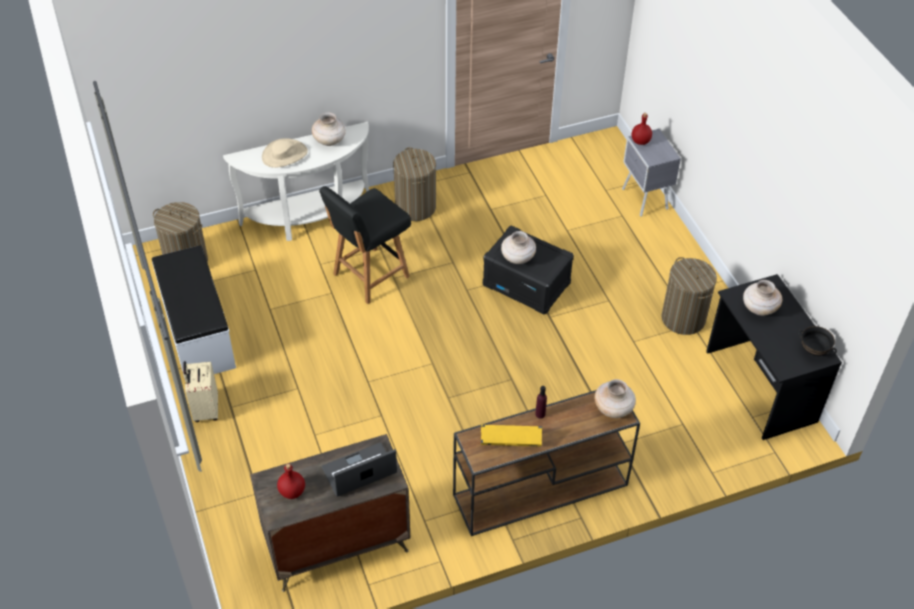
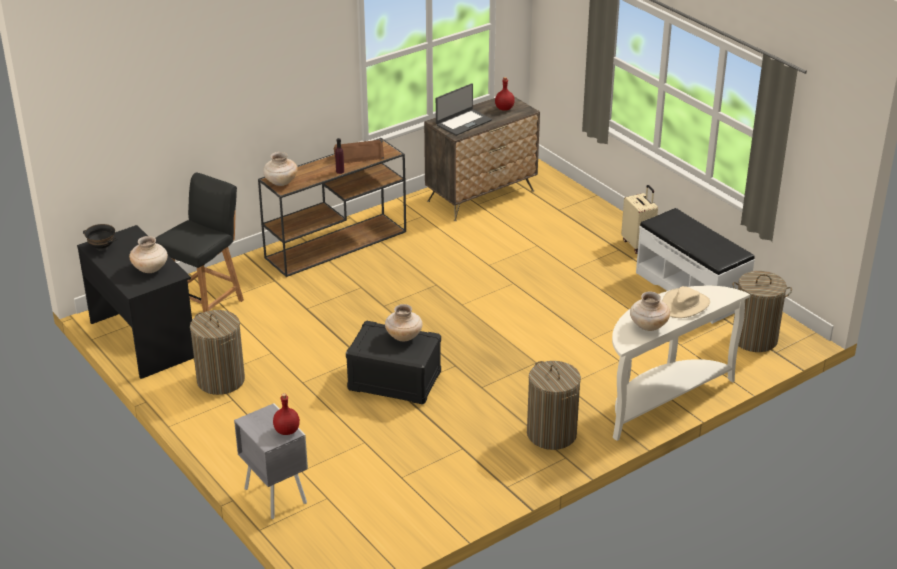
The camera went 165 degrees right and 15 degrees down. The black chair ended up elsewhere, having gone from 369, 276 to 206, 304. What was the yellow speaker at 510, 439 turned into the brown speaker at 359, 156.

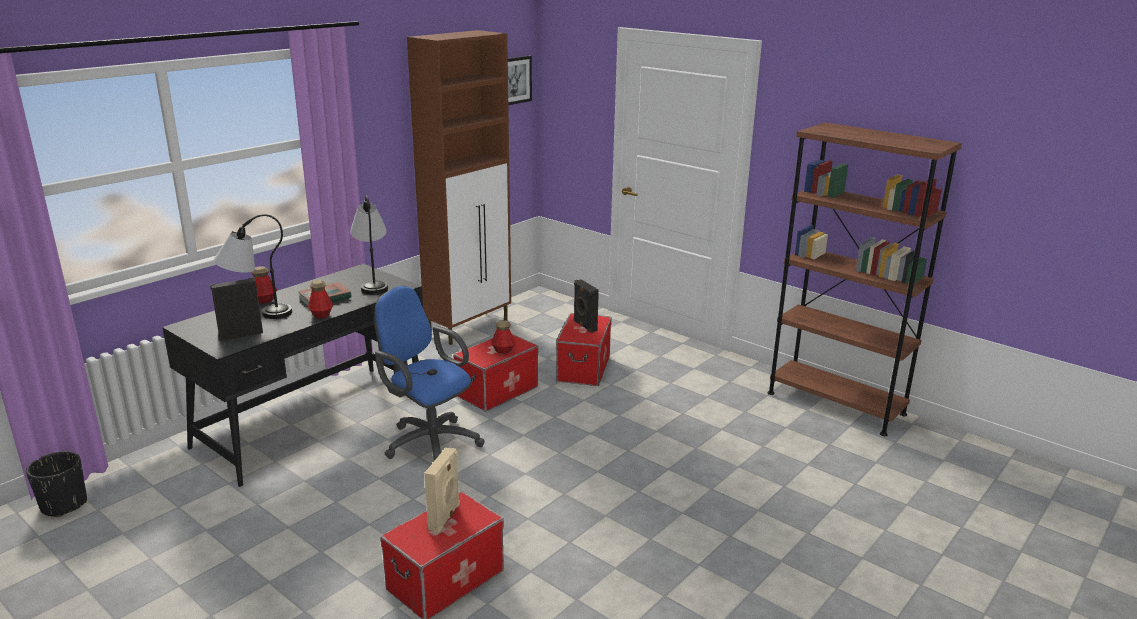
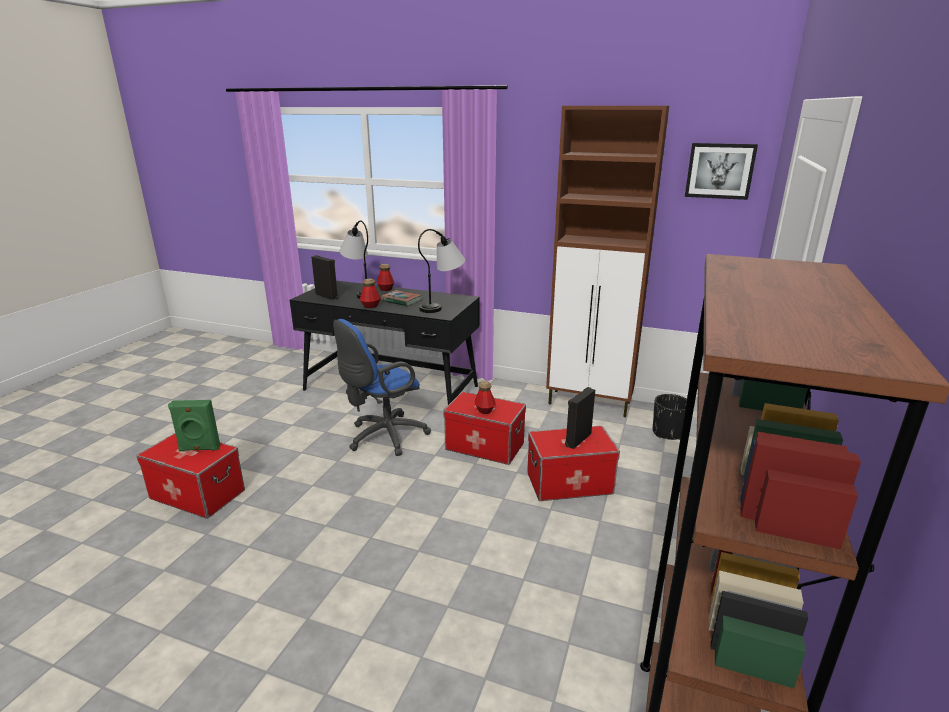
The camera went 70 degrees right and 0 degrees up. What was the beige speaker at 445, 517 turned into the green speaker at 199, 449. The blue office chair at 429, 442 ended up facing another way, 150 degrees counterclockwise from before. The black planter ended up elsewhere, having gone from 64, 505 to 668, 433.

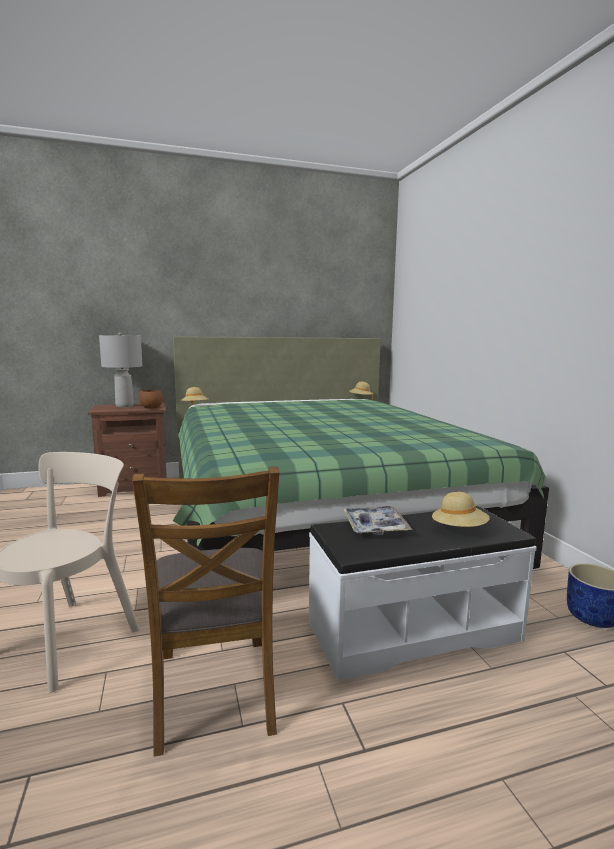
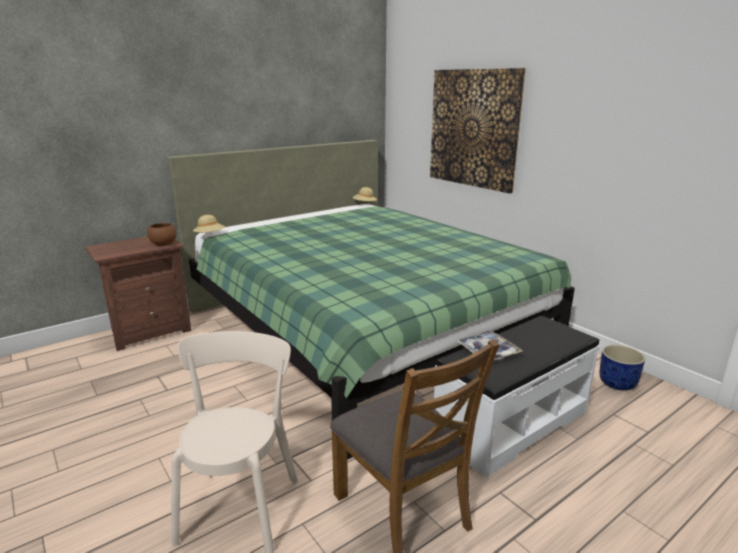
The camera went 20 degrees left and 10 degrees up. The second view gained the picture at 473, 128. The second view lost the grey table lamp at 125, 405. The second view lost the beige hat at 459, 529.

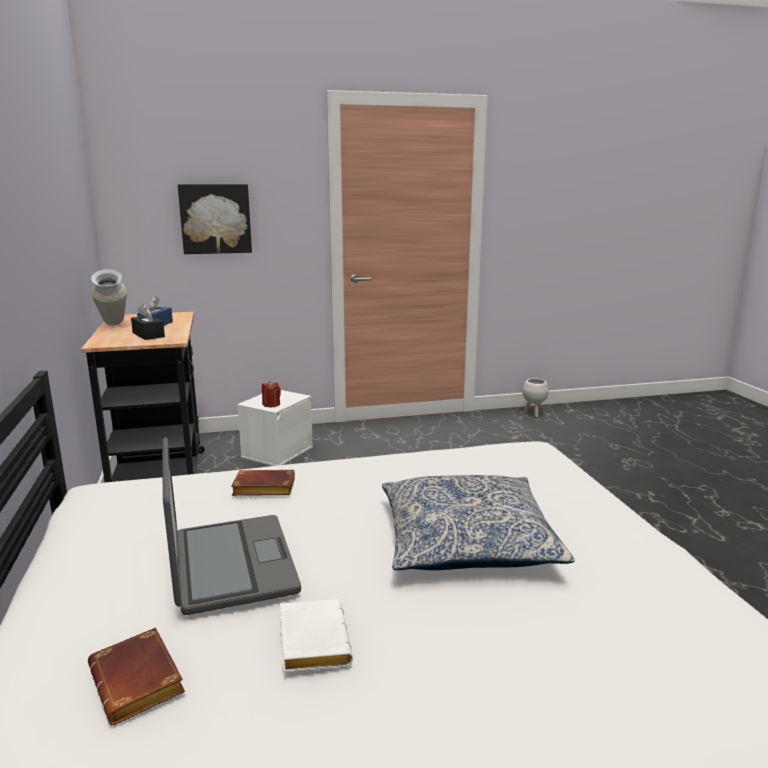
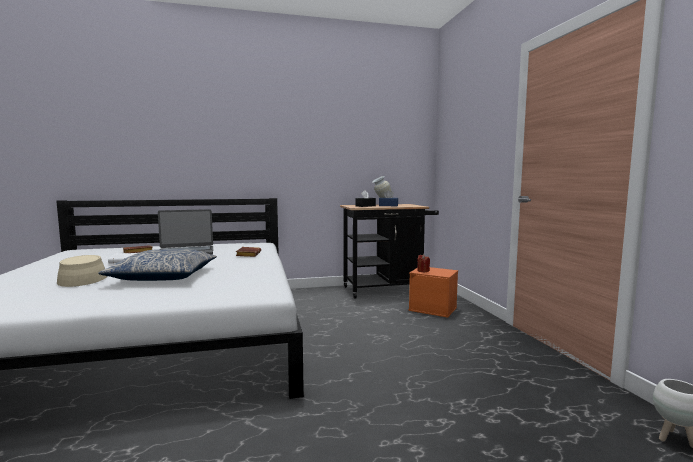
The camera went 90 degrees right and 10 degrees down. The second view gained the beige hat at 84, 278. What was the white storage box at 277, 451 turned into the orange storage box at 433, 309. The second view lost the picture at 215, 219.

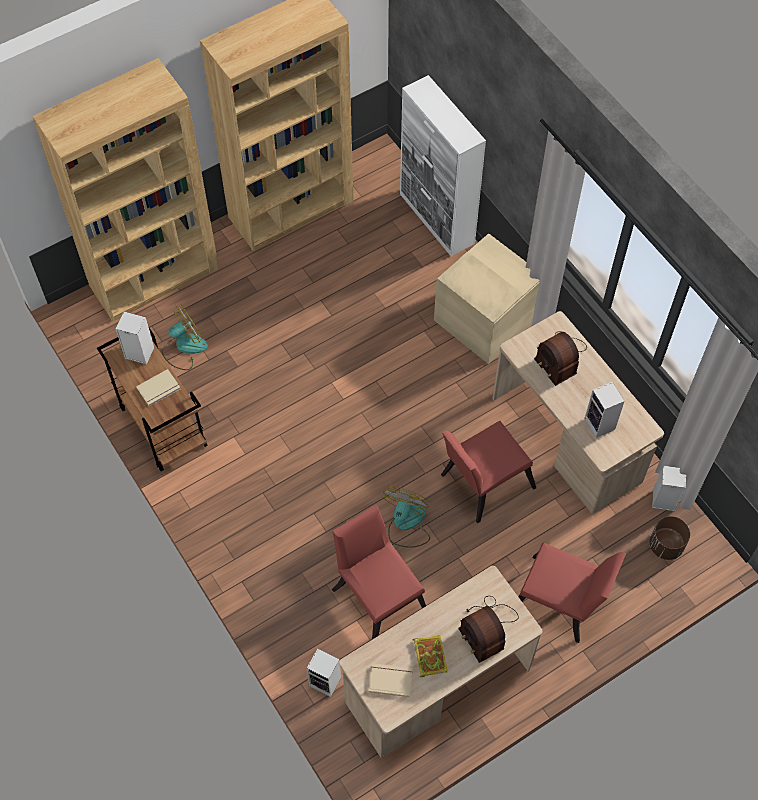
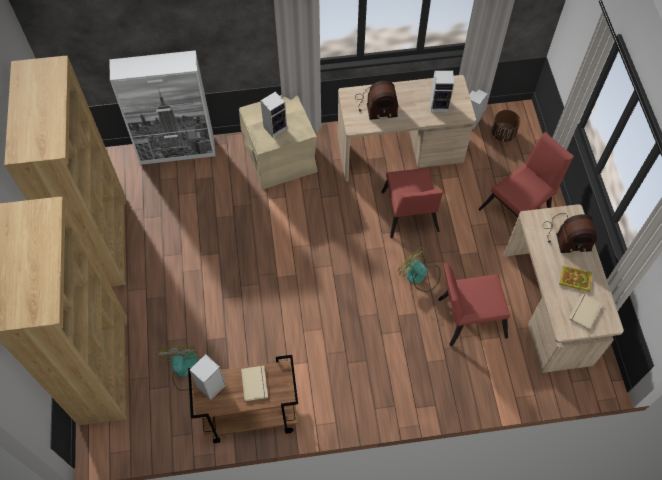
The camera went 65 degrees left and 0 degrees up. The speaker ended up elsewhere, having gone from 326, 682 to 275, 127.

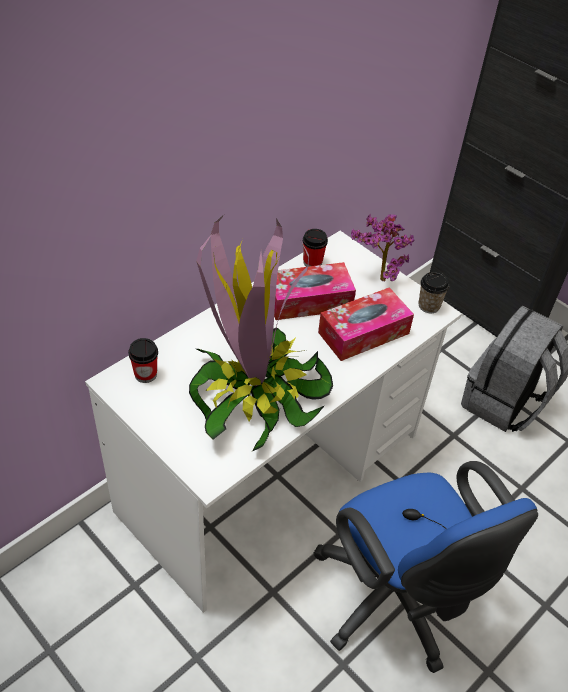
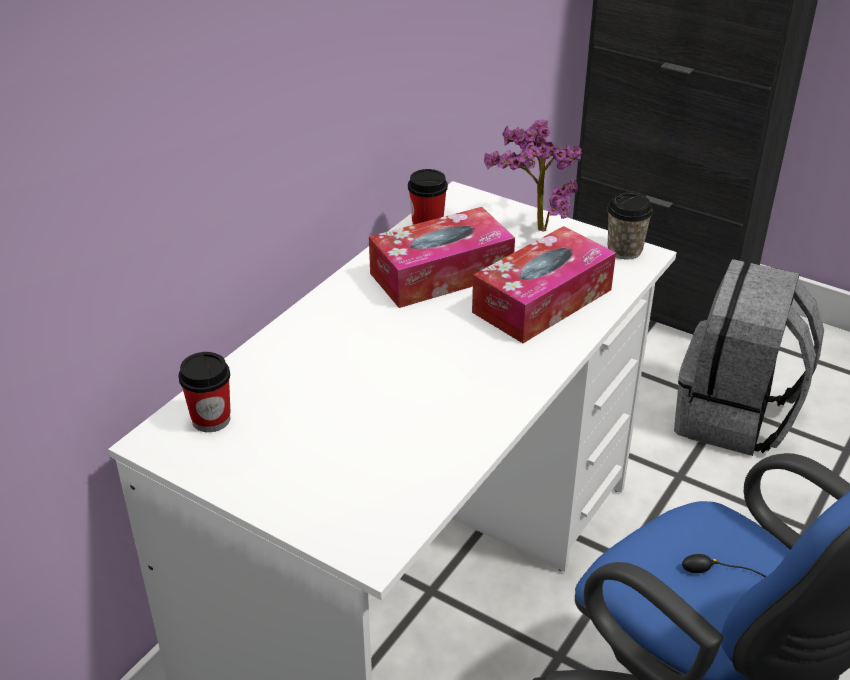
The camera went 10 degrees left and 10 degrees down. The second view lost the potted plant at 255, 392.

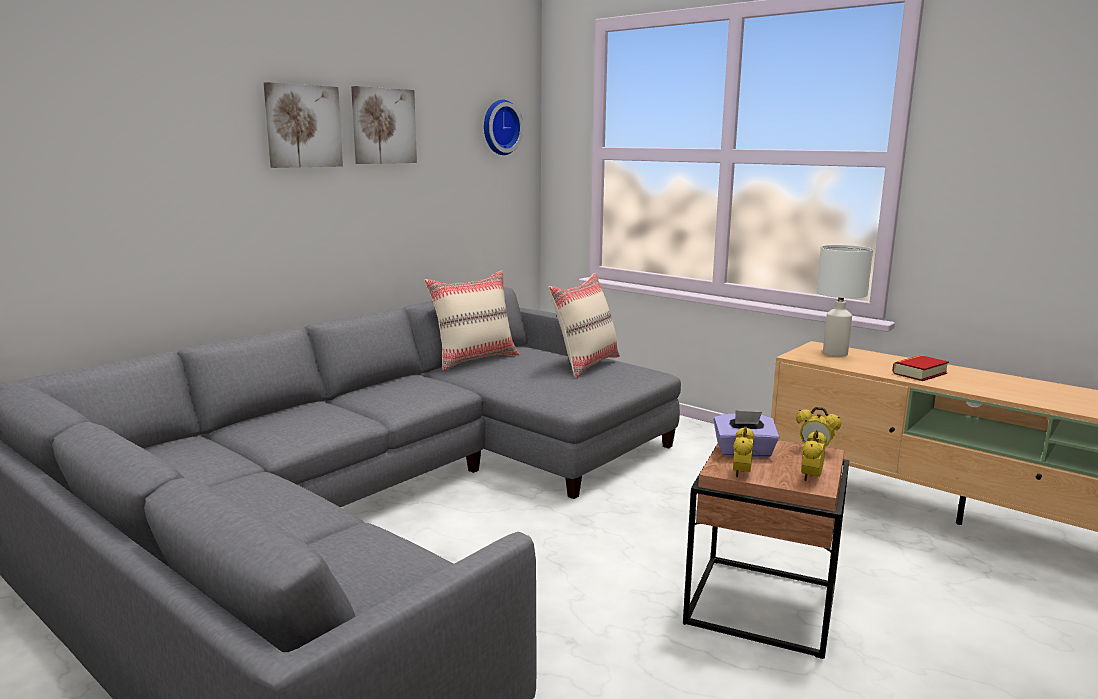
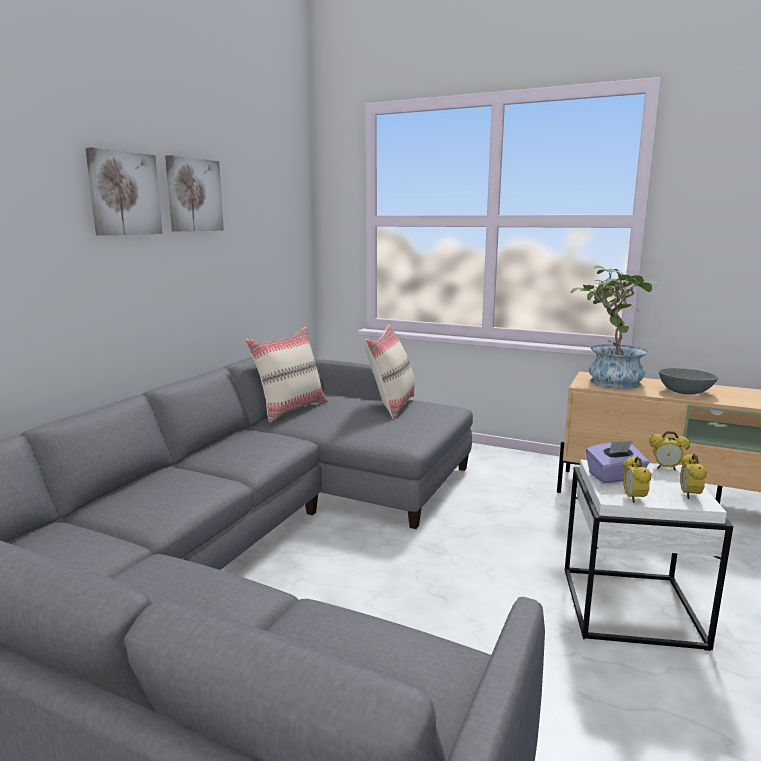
The camera went 15 degrees left and 0 degrees up. What was the brown side table at 763, 606 turned into the white side table at 632, 608. Where the white table lamp stood at 835, 353, the potted plant came to stand at 608, 380. Where the book stood at 919, 373, the grey bowl came to stand at 685, 392. The second view lost the wall clock at 499, 127.

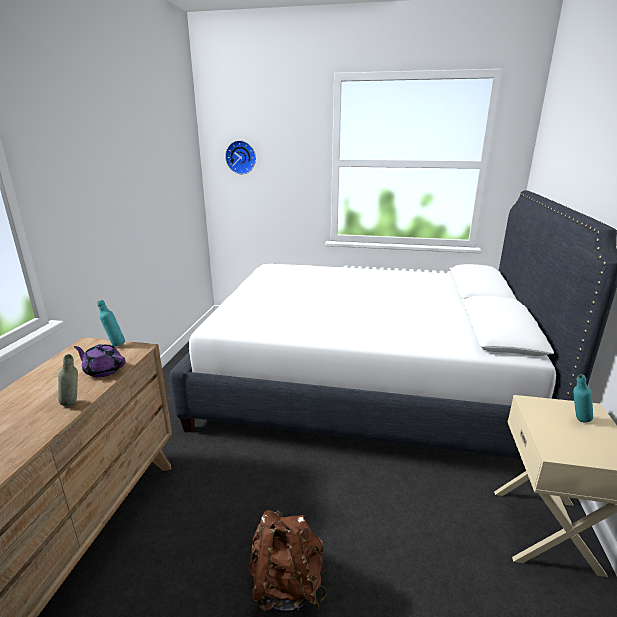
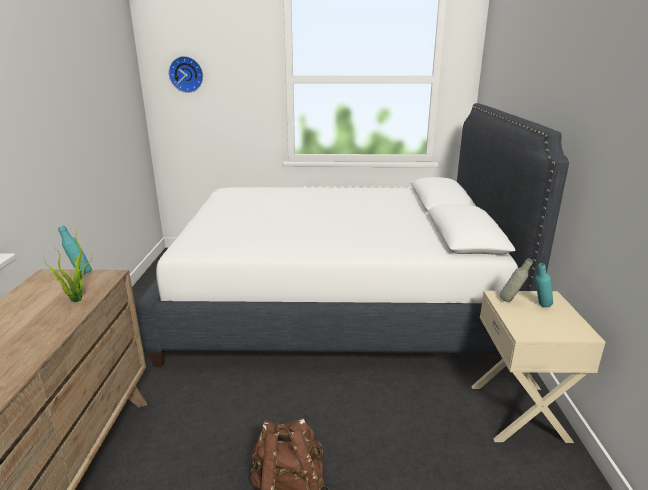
The camera went 10 degrees left and 0 degrees up. Where the purple teapot stood at 103, 370, the potted plant came to stand at 75, 298. The grey bottle ended up elsewhere, having gone from 73, 405 to 511, 301.

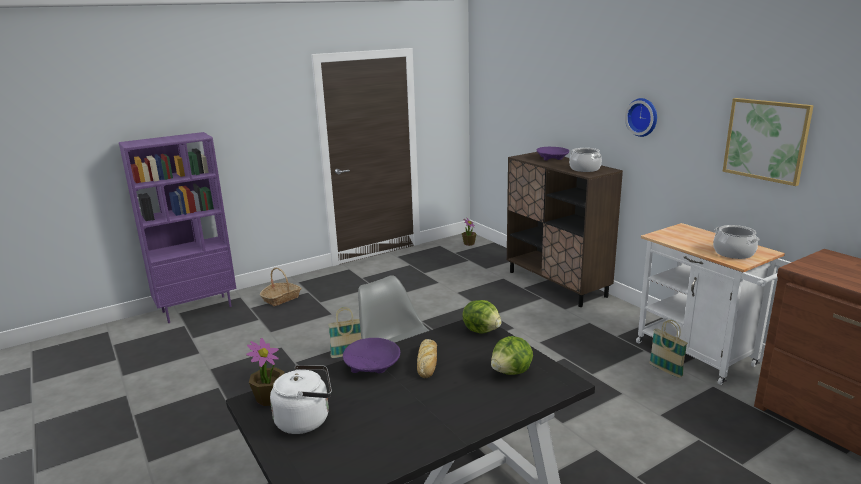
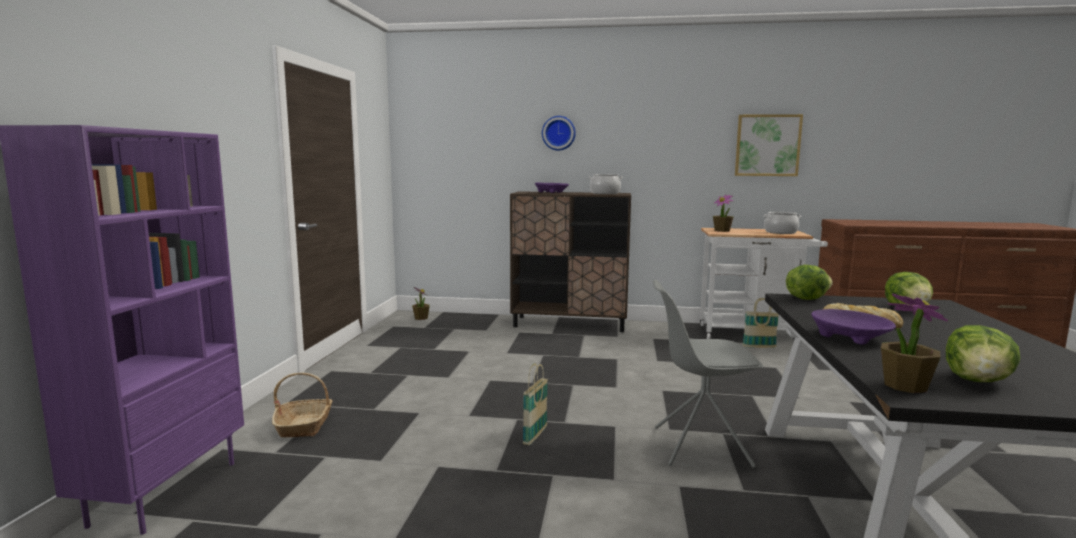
The camera went 50 degrees left and 10 degrees down. The wall clock ended up elsewhere, having gone from 643, 117 to 558, 133. The second view gained the potted plant at 722, 230. Where the white kettle stood at 306, 420, the lettuce came to stand at 978, 381.

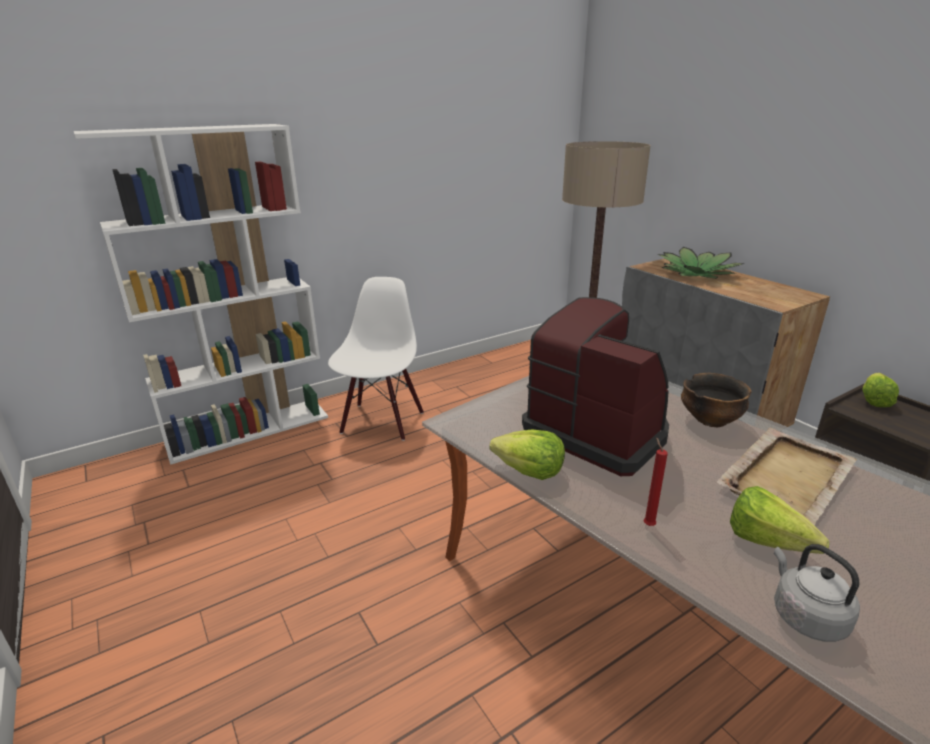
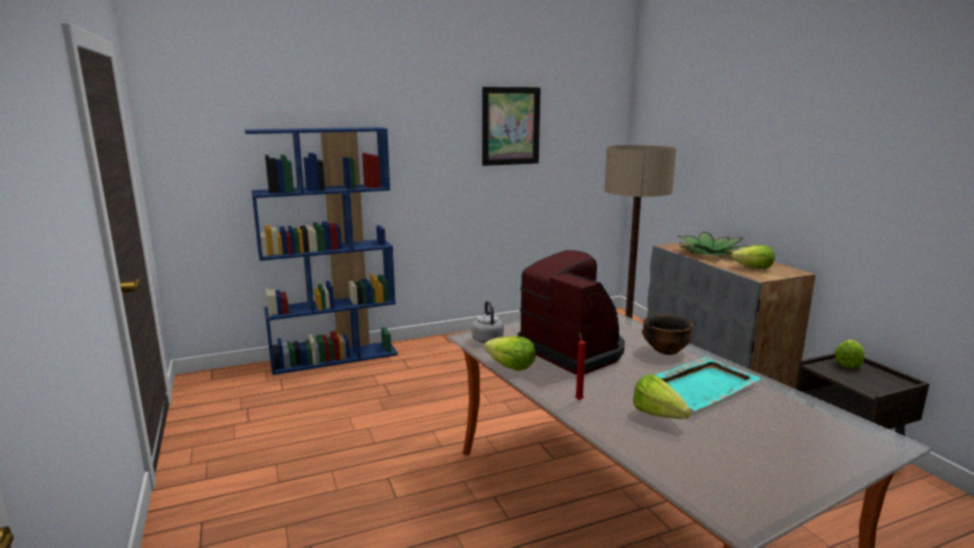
The camera went 10 degrees right and 10 degrees down. What was the white bookcase at 249, 429 turned into the blue bookcase at 335, 357. The grey kettle ended up elsewhere, having gone from 805, 616 to 487, 339. The second view gained the picture at 510, 126. What was the beige tray at 787, 477 turned into the turquoise tray at 702, 385. The second view gained the lettuce at 753, 268. The second view lost the white chair at 381, 422.

